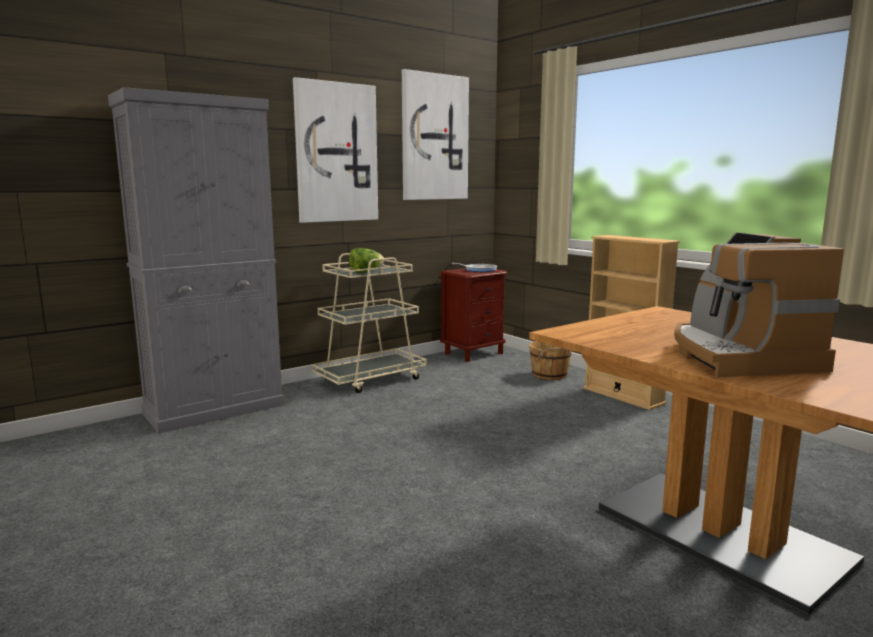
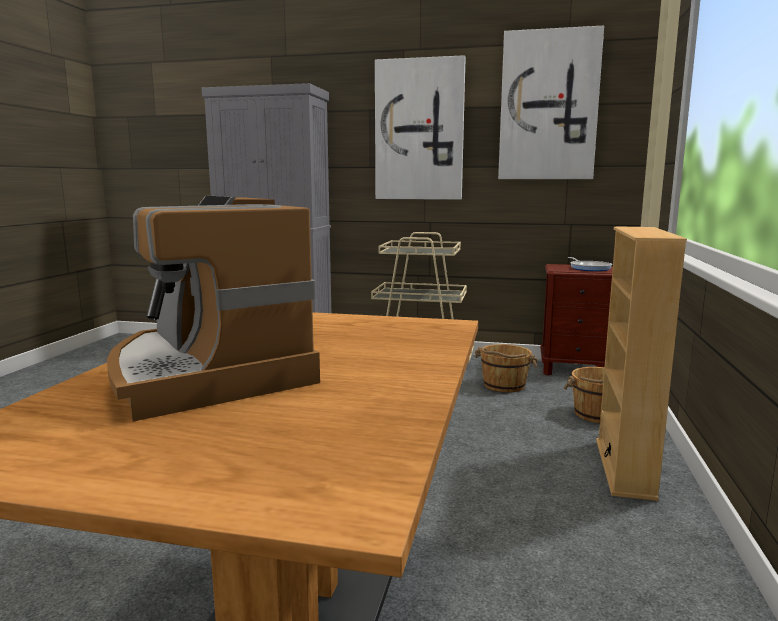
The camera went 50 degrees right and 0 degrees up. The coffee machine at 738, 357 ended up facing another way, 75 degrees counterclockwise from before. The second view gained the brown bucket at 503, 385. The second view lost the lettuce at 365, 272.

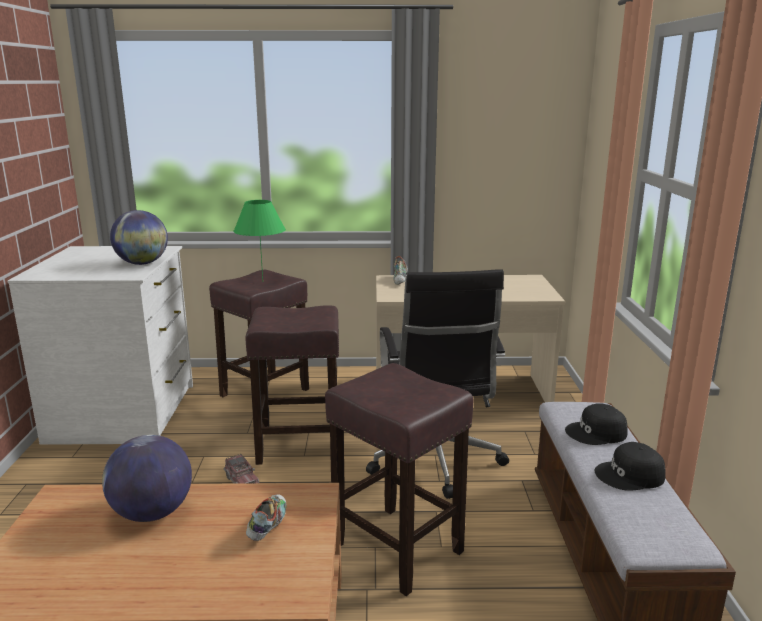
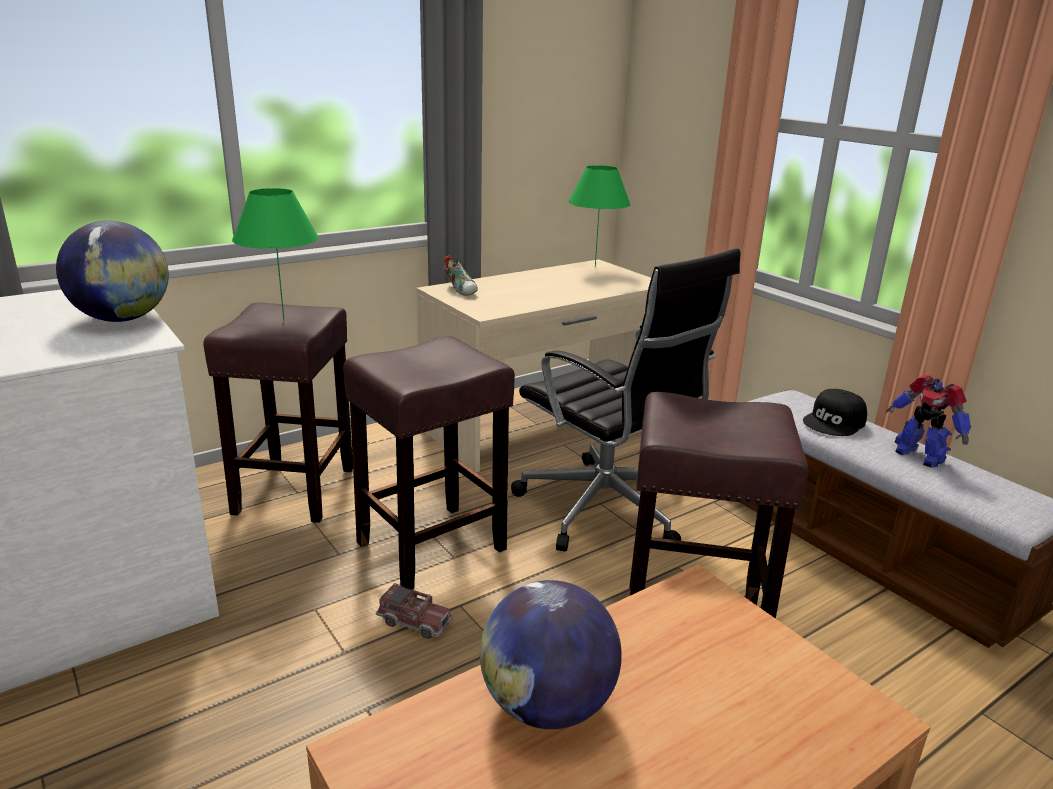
The camera went 35 degrees left and 5 degrees up. The second view gained the green table lamp at 595, 266. Where the black cap stood at 630, 475, the toy robot came to stand at 919, 455. The second view lost the shoe at 267, 527.

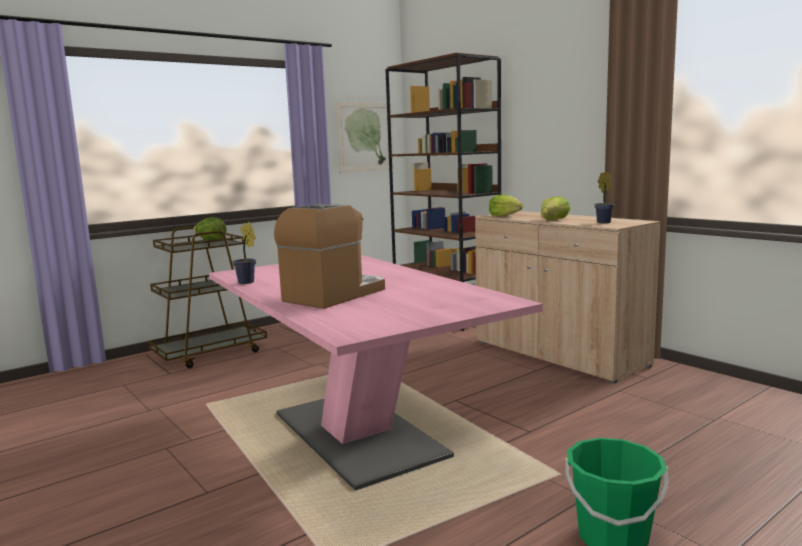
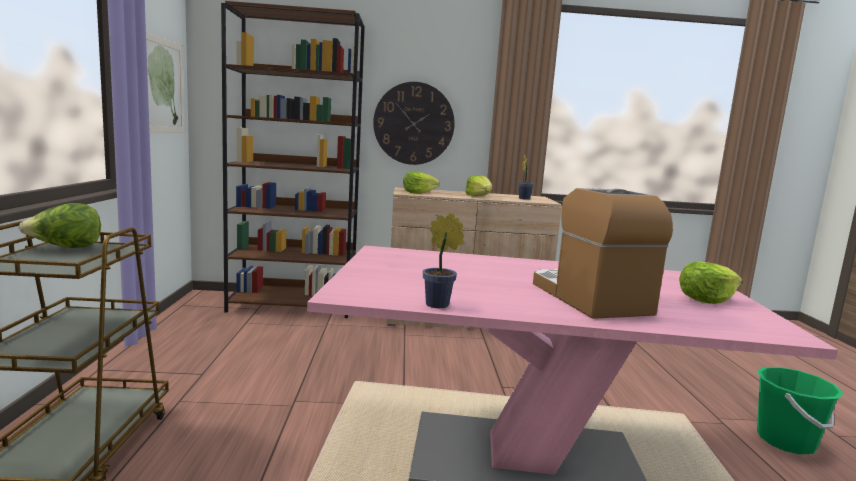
The camera went 55 degrees left and 0 degrees up. The second view gained the wall clock at 414, 123. The second view gained the lettuce at 706, 299.

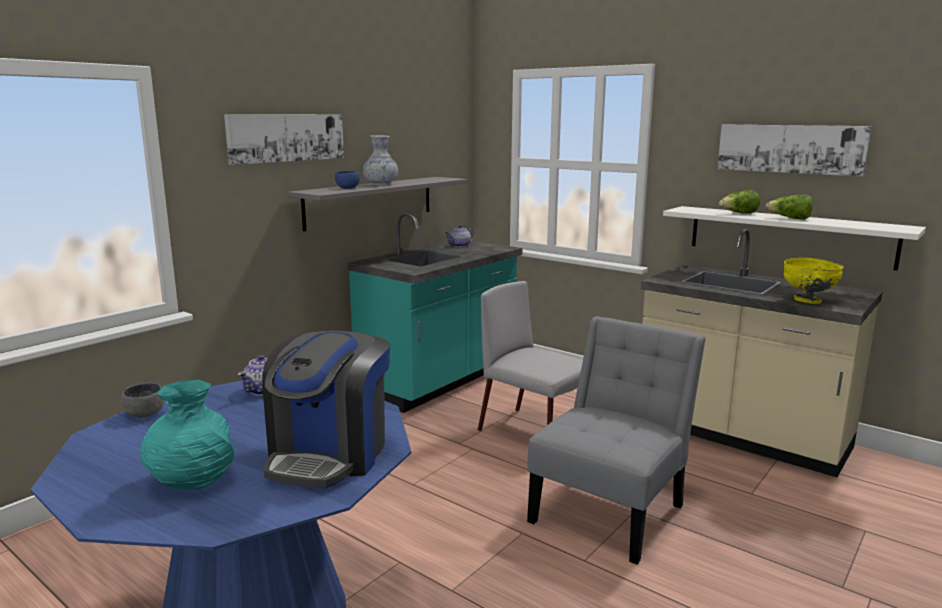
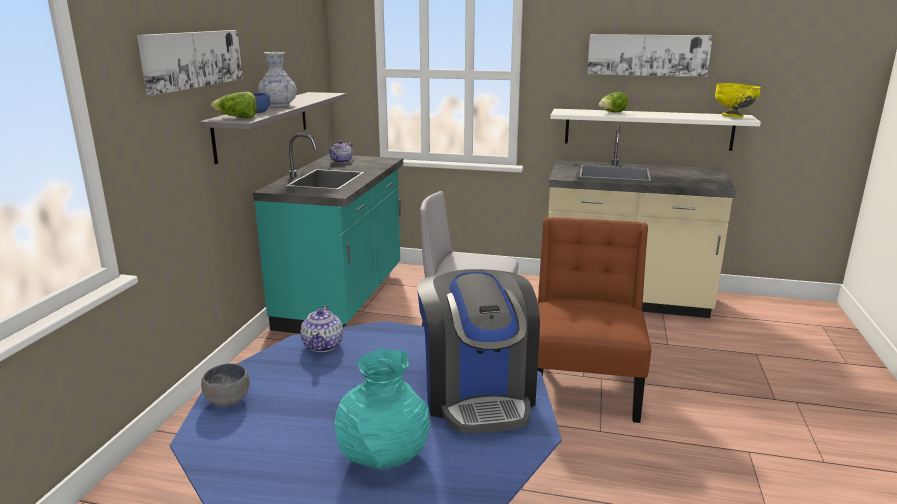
The camera went 25 degrees left and 5 degrees up. The lettuce ended up elsewhere, having gone from 789, 218 to 237, 118. What was the grey chair at 611, 510 turned into the brown chair at 584, 383. The yellow bowl ended up elsewhere, having gone from 807, 301 to 733, 116.

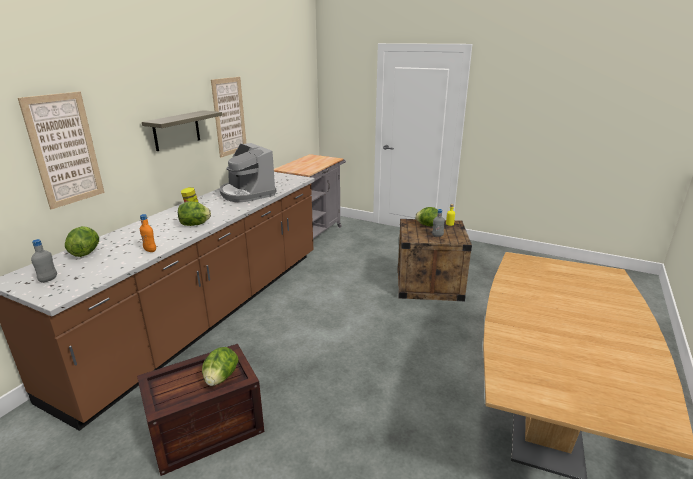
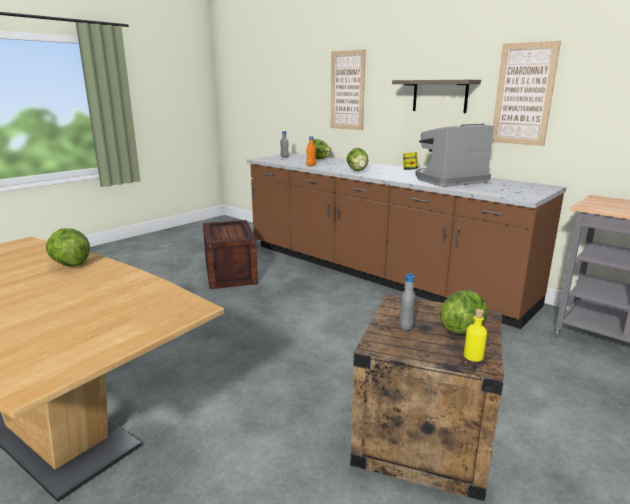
The camera went 105 degrees right and 5 degrees down. The lettuce ended up elsewhere, having gone from 221, 378 to 69, 264.

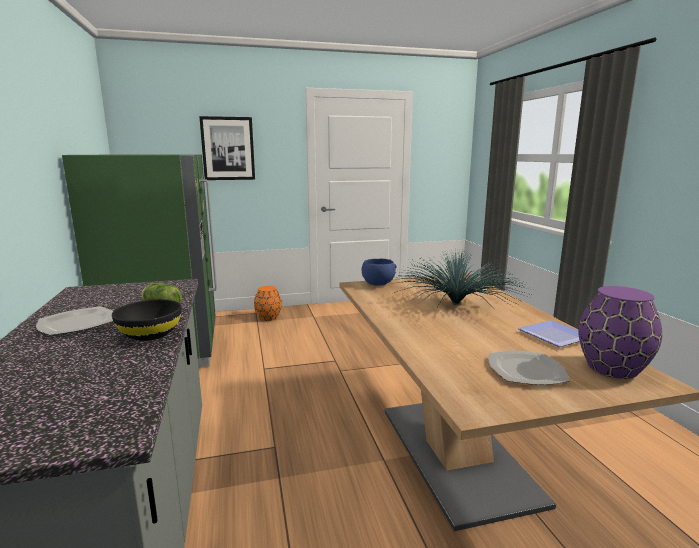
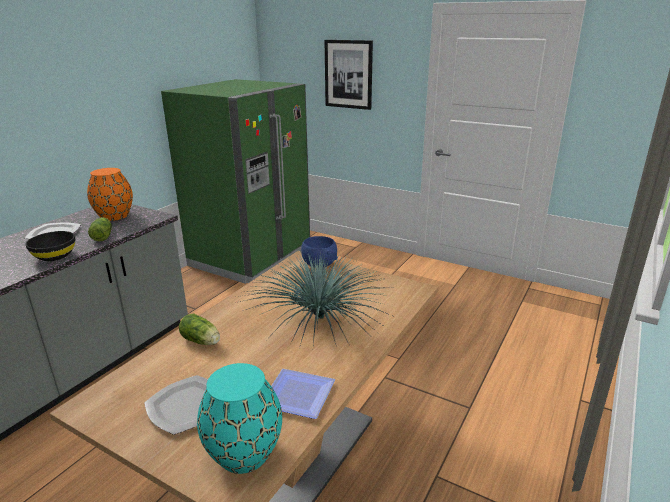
The camera went 45 degrees right and 10 degrees up. The orange vase ended up elsewhere, having gone from 269, 317 to 115, 216. The second view gained the lettuce at 202, 341. What was the purple vase at 611, 368 turned into the turquoise vase at 244, 452.

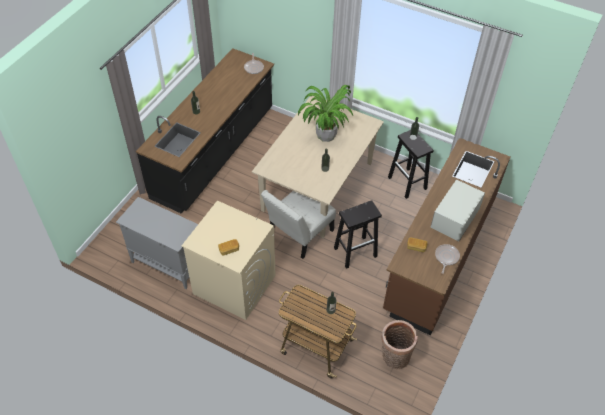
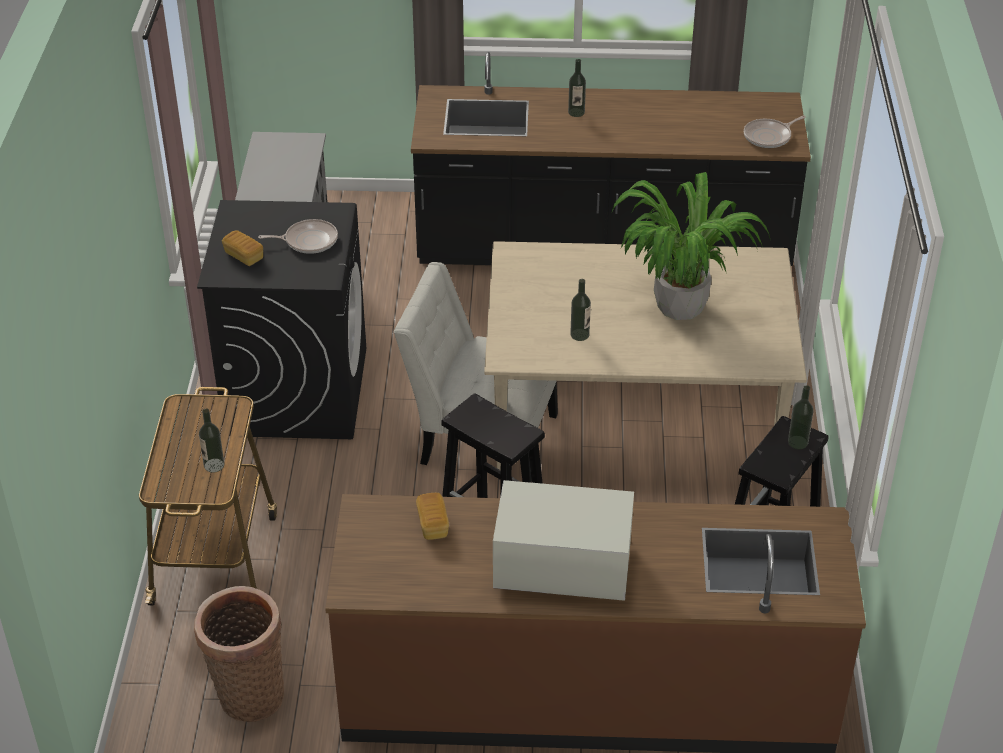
The camera went 65 degrees right and 10 degrees down. What was the beige washing machine at 233, 284 turned into the black washing machine at 296, 390. The frying pan ended up elsewhere, having gone from 446, 257 to 308, 241.

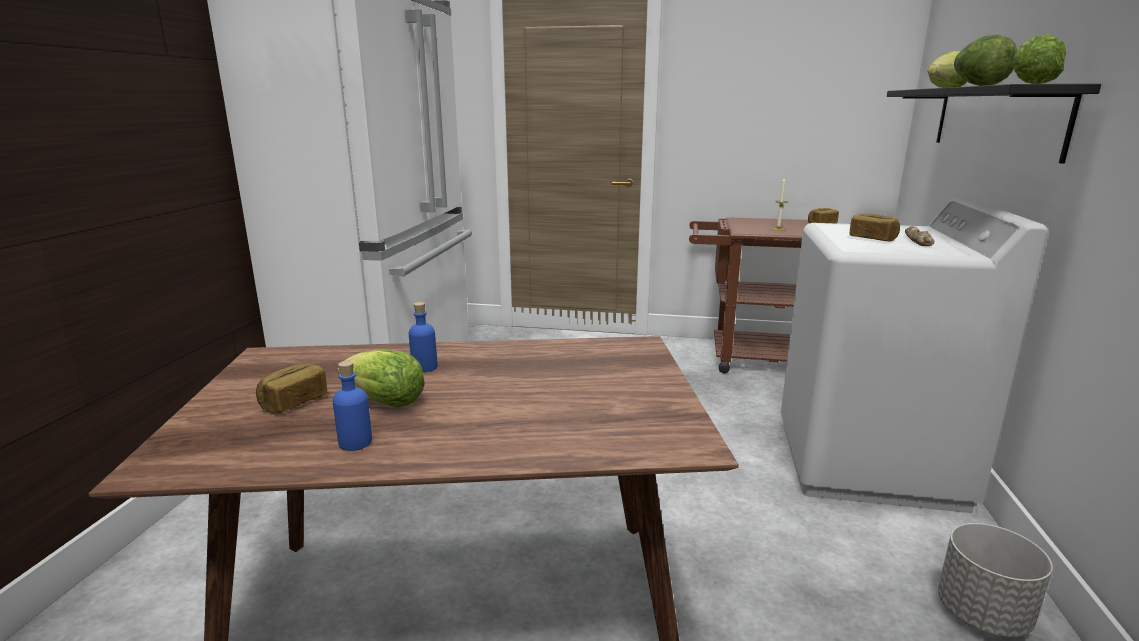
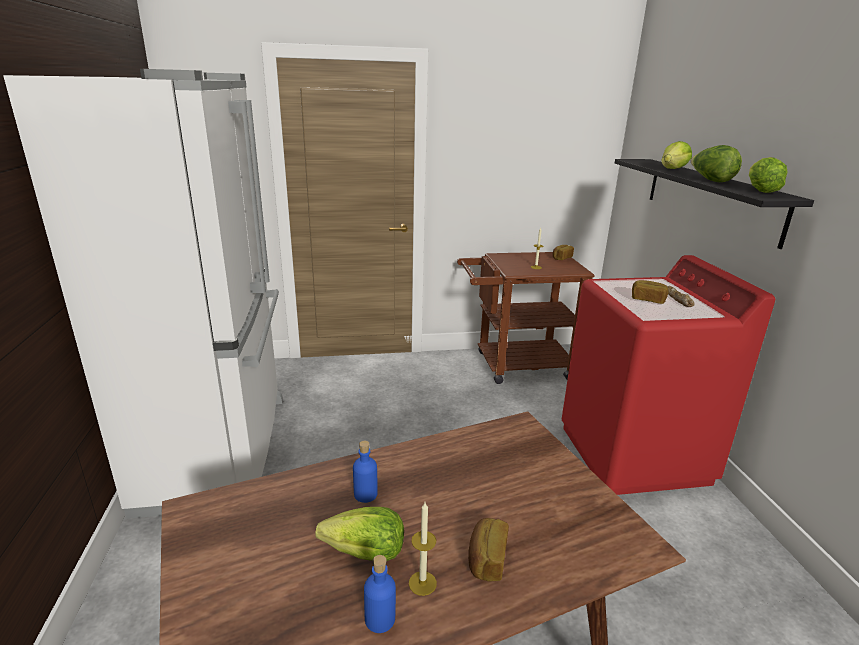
The camera went 20 degrees left and 5 degrees up. The second view gained the candle at 422, 583. The bread ended up elsewhere, having gone from 294, 402 to 486, 559. What was the white washing machine at 867, 463 turned into the red washing machine at 633, 454. The second view lost the grey planter at 983, 614.

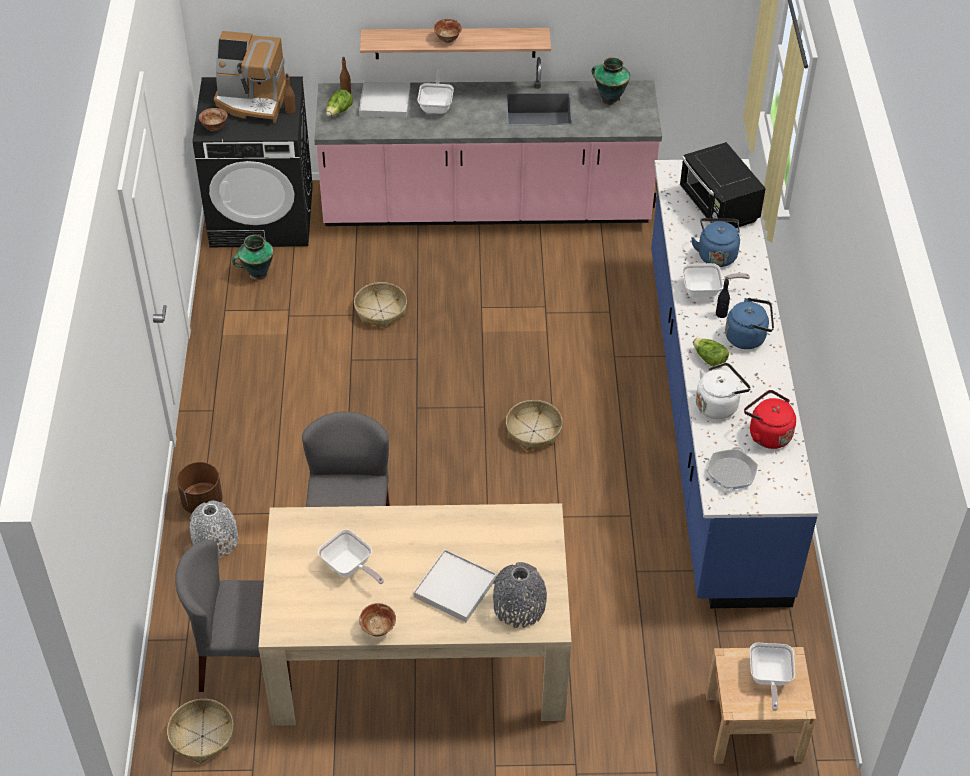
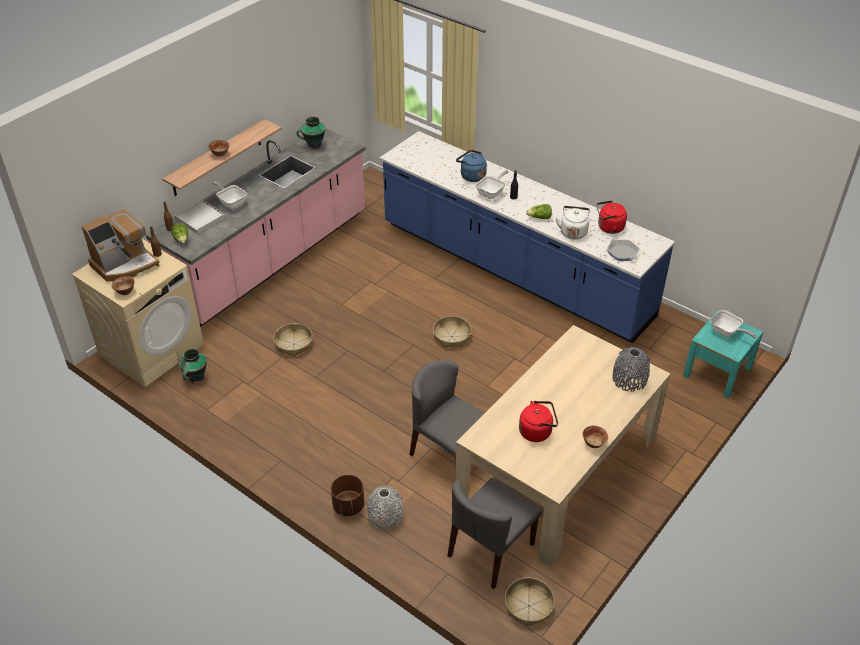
The camera went 50 degrees left and 5 degrees down. What was the black washing machine at 262, 215 turned into the beige washing machine at 152, 349. Where the frying pan stood at 349, 568, the red kettle came to stand at 537, 431. What was the beige nightstand at 753, 727 turned into the turquoise nightstand at 717, 372. The second view lost the white tray at 455, 588. The second view lost the black microwave at 718, 207. The second view lost the blue kettle at 748, 337.

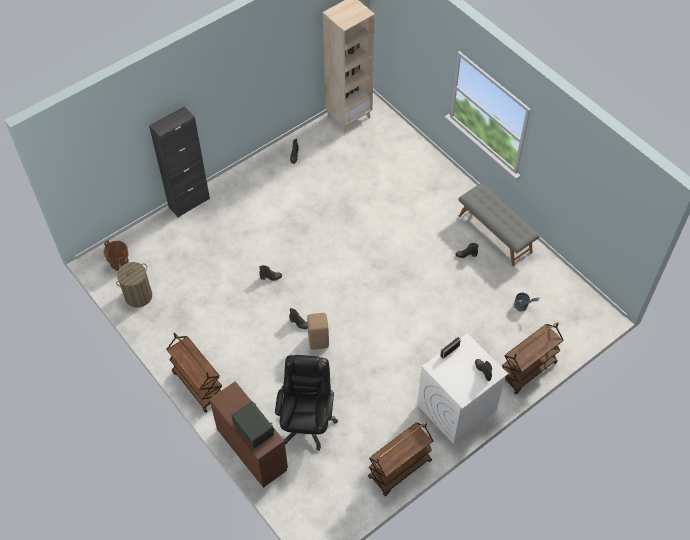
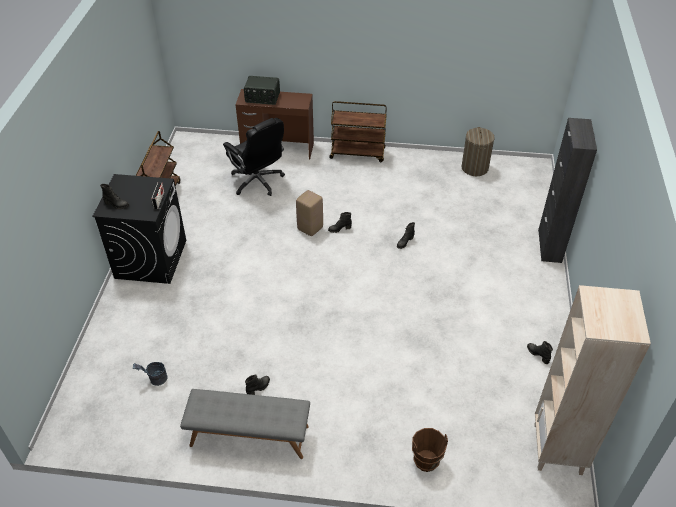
The camera went 135 degrees right and 10 degrees down. What was the white washing machine at 456, 408 turned into the black washing machine at 151, 259. The brown bucket ended up elsewhere, having gone from 120, 264 to 426, 461. The second view lost the brown cart at 527, 371.

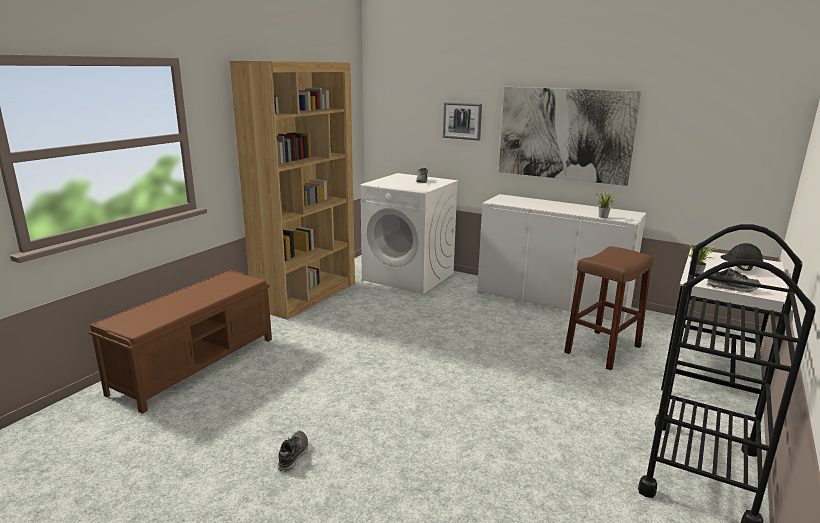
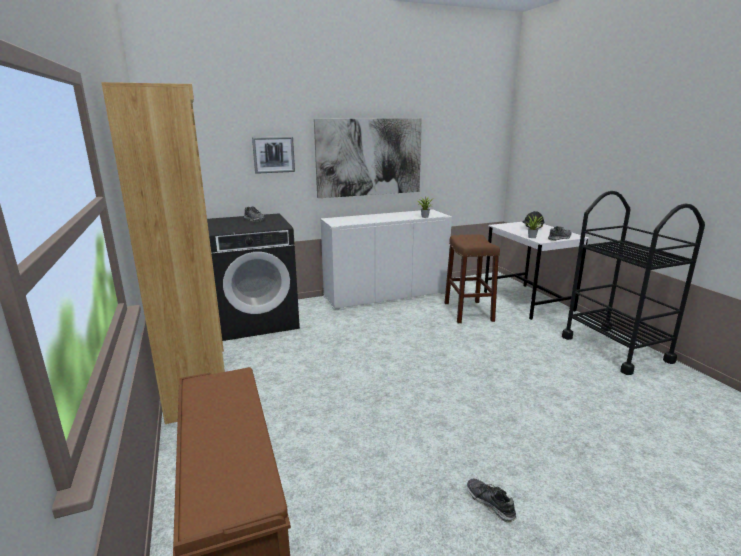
The camera went 50 degrees left and 0 degrees up. What was the white washing machine at 409, 276 turned into the black washing machine at 257, 320.

